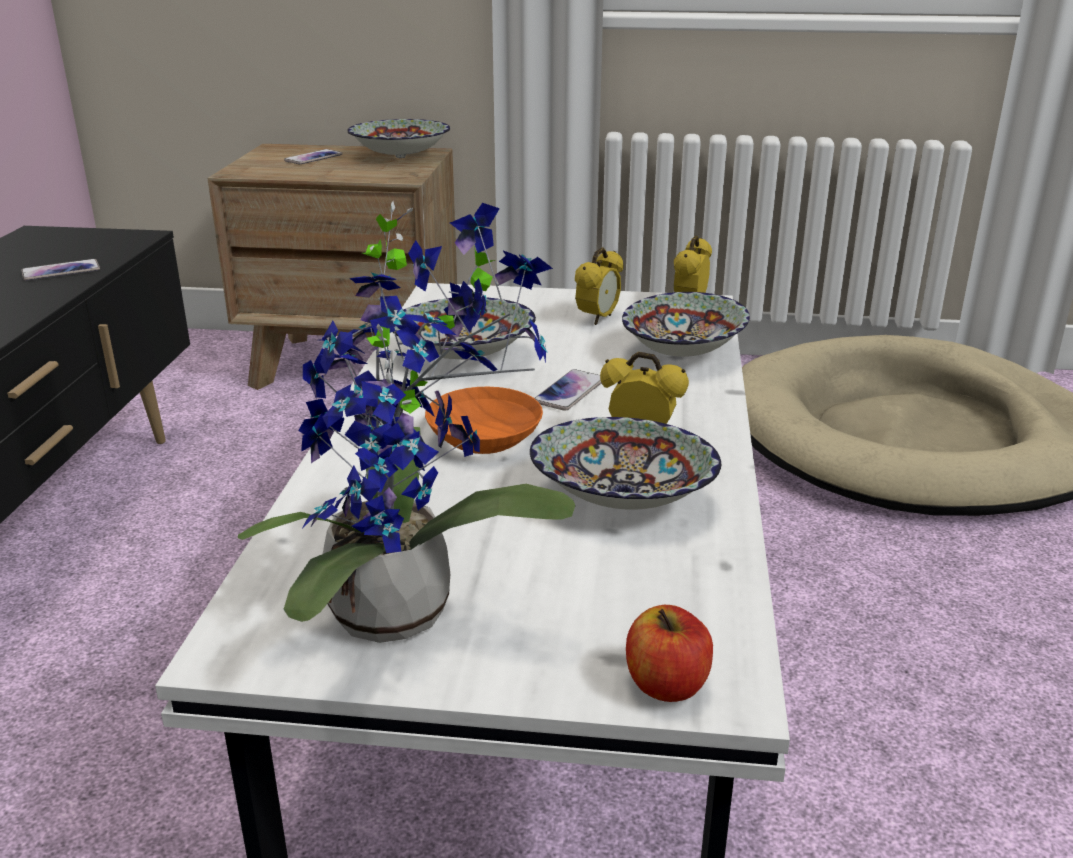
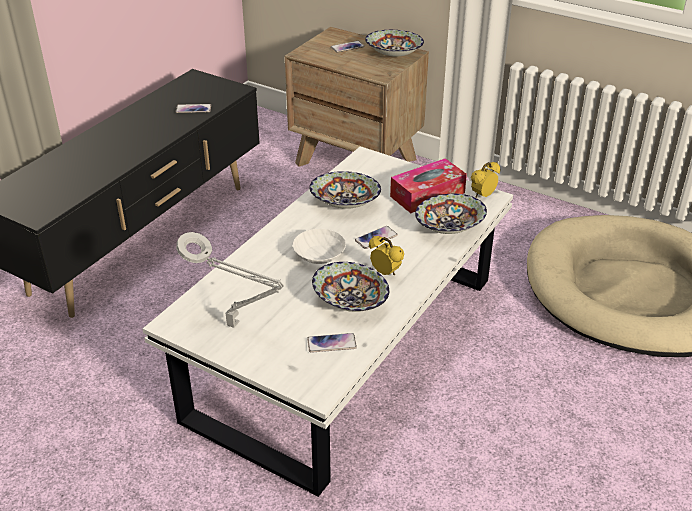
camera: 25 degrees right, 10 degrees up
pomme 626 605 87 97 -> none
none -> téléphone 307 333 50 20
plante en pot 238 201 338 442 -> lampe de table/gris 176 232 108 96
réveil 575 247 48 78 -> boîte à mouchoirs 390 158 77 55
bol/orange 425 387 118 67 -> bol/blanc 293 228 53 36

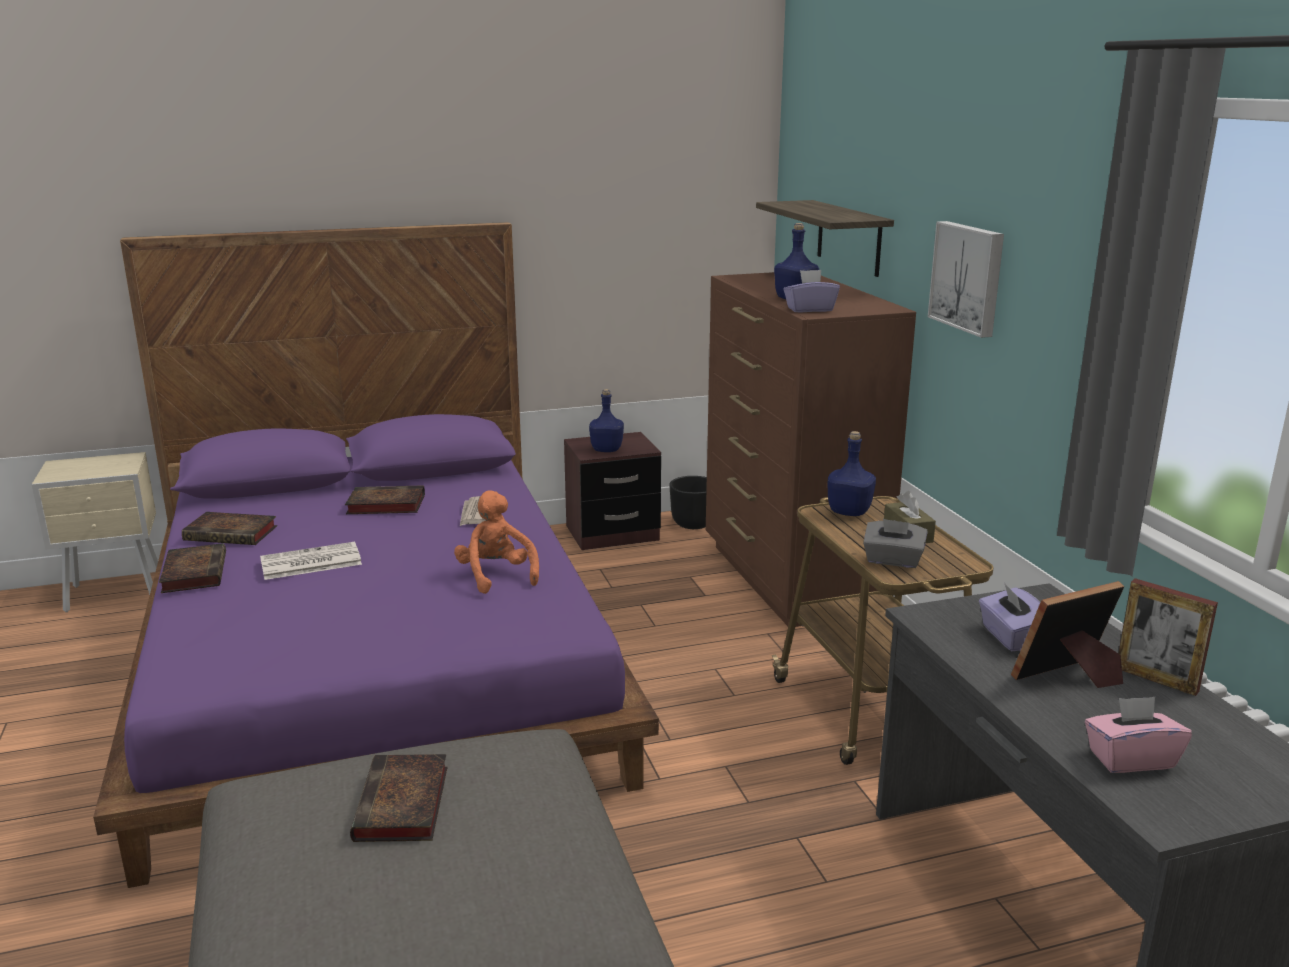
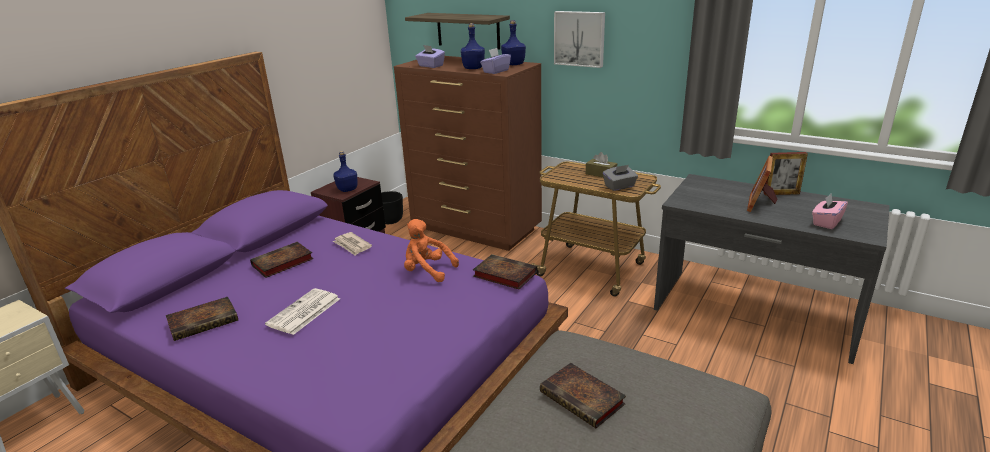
camera: 40 degrees left, 5 degrees up
livre 159 543 67 50 -> livre 473 254 64 35, shifted
bouteille/bleu 827 431 49 85 -> bouteille/bleu 501 20 25 45, shifted
boîte à mouchoirs/violet 979 582 61 69 -> boîte à mouchoirs/violet 415 45 30 23, shifted

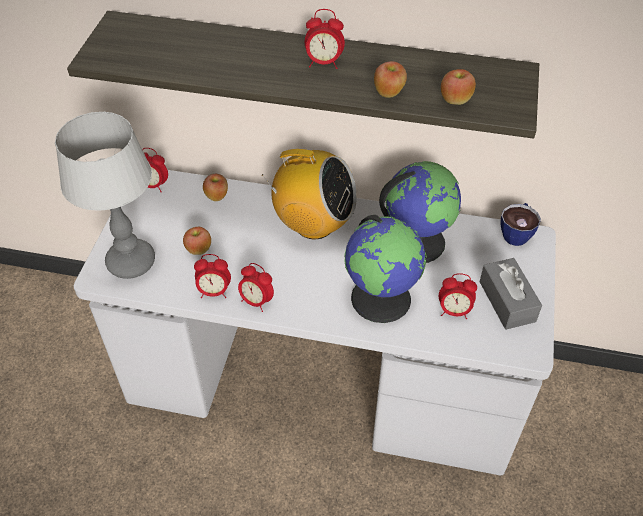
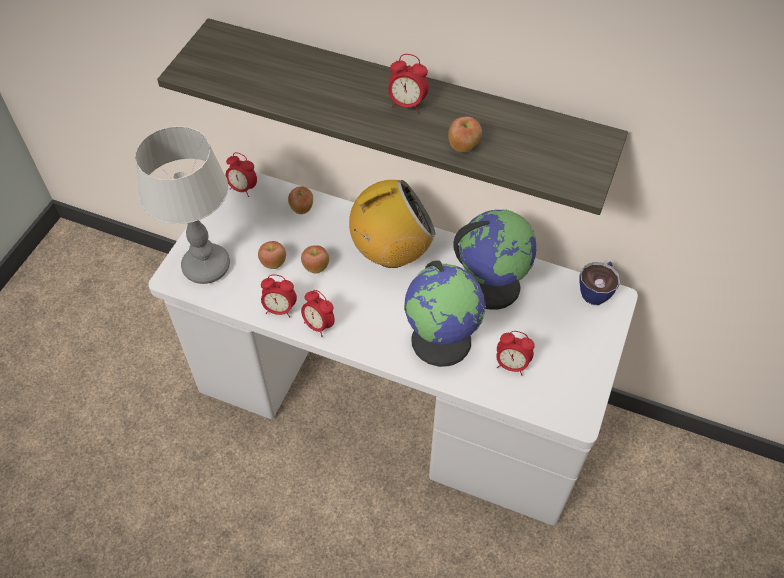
camera: 10 degrees right, 5 degrees up
boîte à mouchoirs/gris 480 258 62 72 -> none
pomme 441 69 35 36 -> pomme 301 245 28 28, shifted
radio 261 149 96 90 -> radio 349 180 87 88, 45 degrees counterclockwise

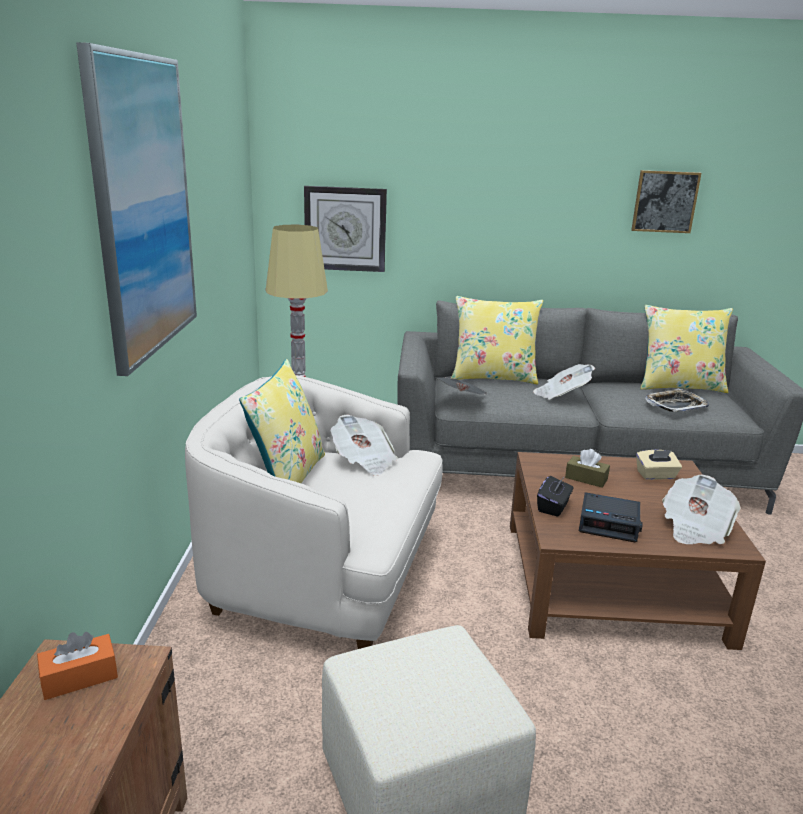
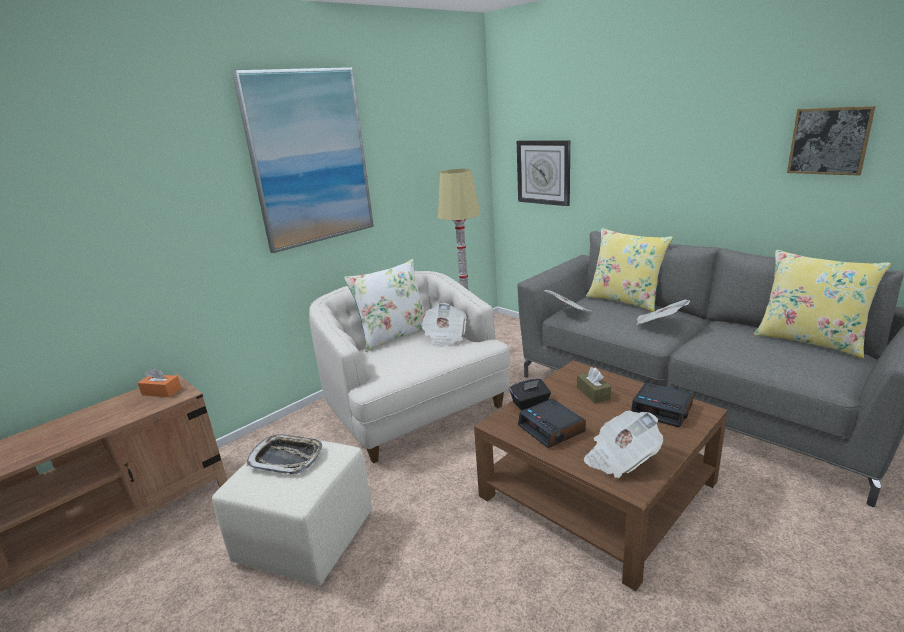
camera: 45 degrees right, 0 degrees up
plateau 645 389 64 23 -> plateau 246 434 76 40, shifted
boîte à mouchoirs/beige 636 450 46 30 -> réveil 631 382 63 45
coussin/jaune 239 359 86 124 -> coussin/blanc 344 259 82 93

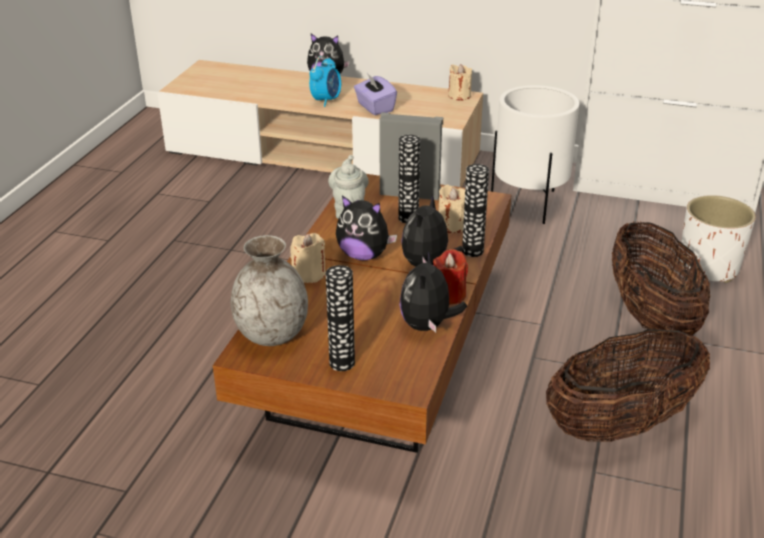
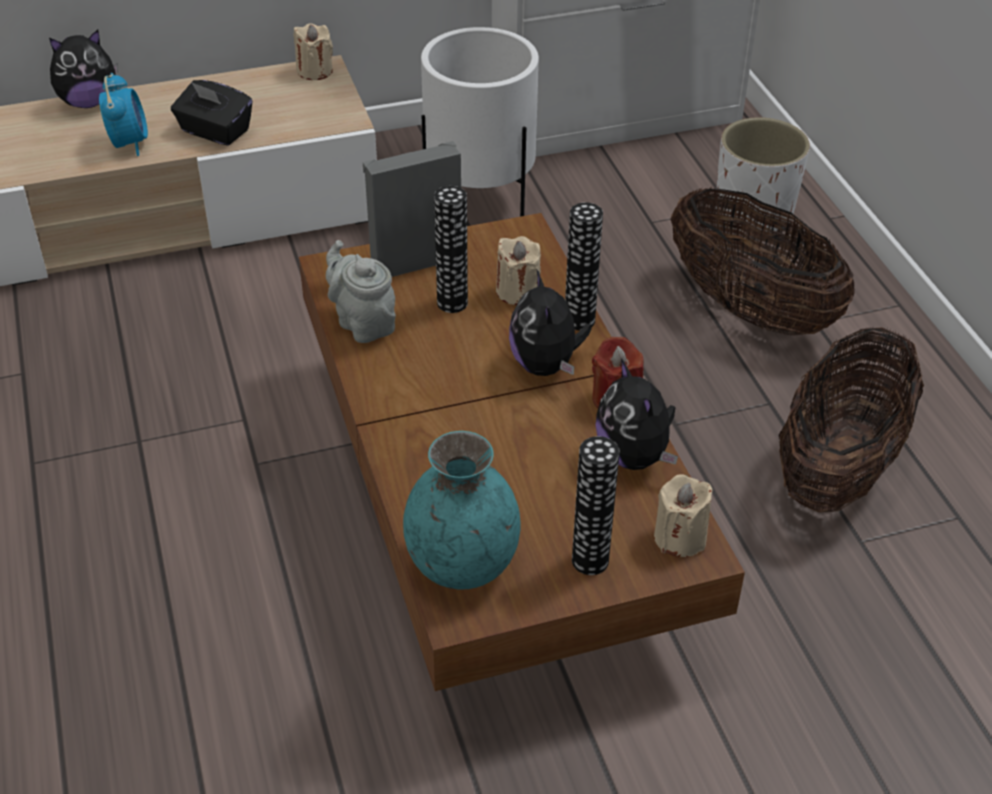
camera: 35 degrees left, 10 degrees up
peluche 336 195 61 66 -> none
bougie/beige 290 233 35 50 -> bougie/beige 654 474 59 83, shifted
vase/gris 231 235 77 111 -> vase/turquoise 403 431 118 158
boîte à mouchoirs/violet 354 73 43 42 -> boîte à mouchoirs/noir 171 80 82 66

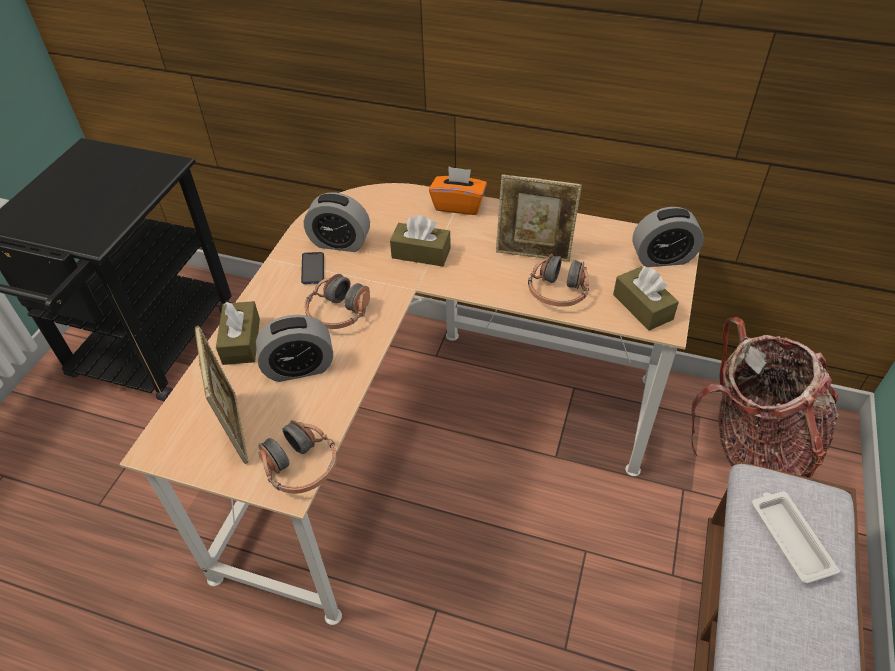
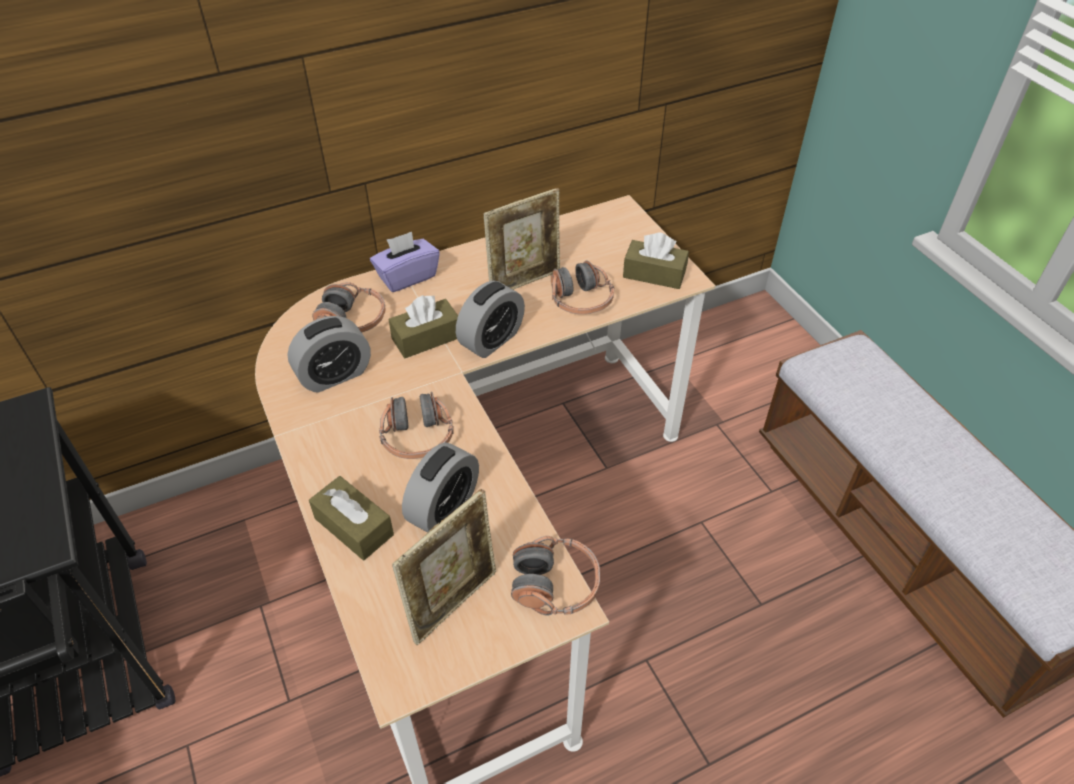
camera: 45 degrees left, 0 degrees up
téléphone 301 252 23 32 -> none
sac à dos 691 317 148 161 -> none
plateau/blanc 752 491 88 93 -> none
none -> casque audio 312 282 73 51
réveil 632 207 72 60 -> réveil 456 281 69 77, shifted
boîte à mouchoirs/orange 429 166 58 49 -> boîte à mouchoirs/violet 370 232 70 60
cadre photo 195 326 54 138 -> cadre photo 392 489 104 156, 105 degrees clockwise

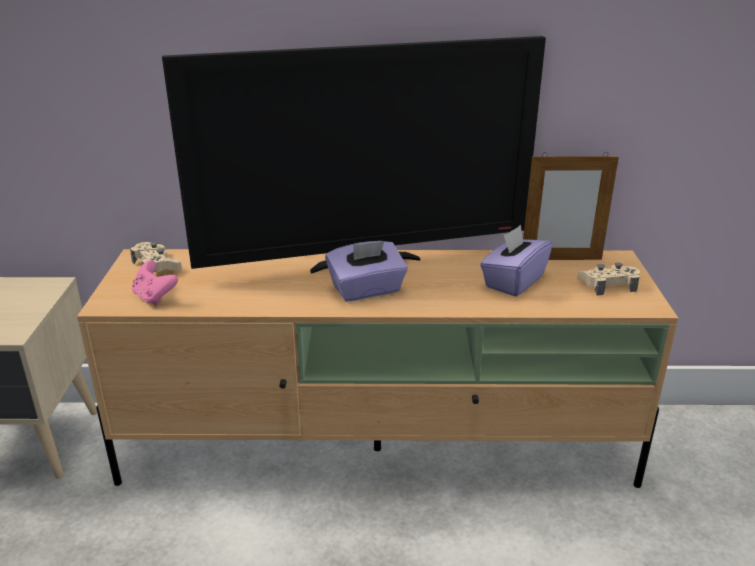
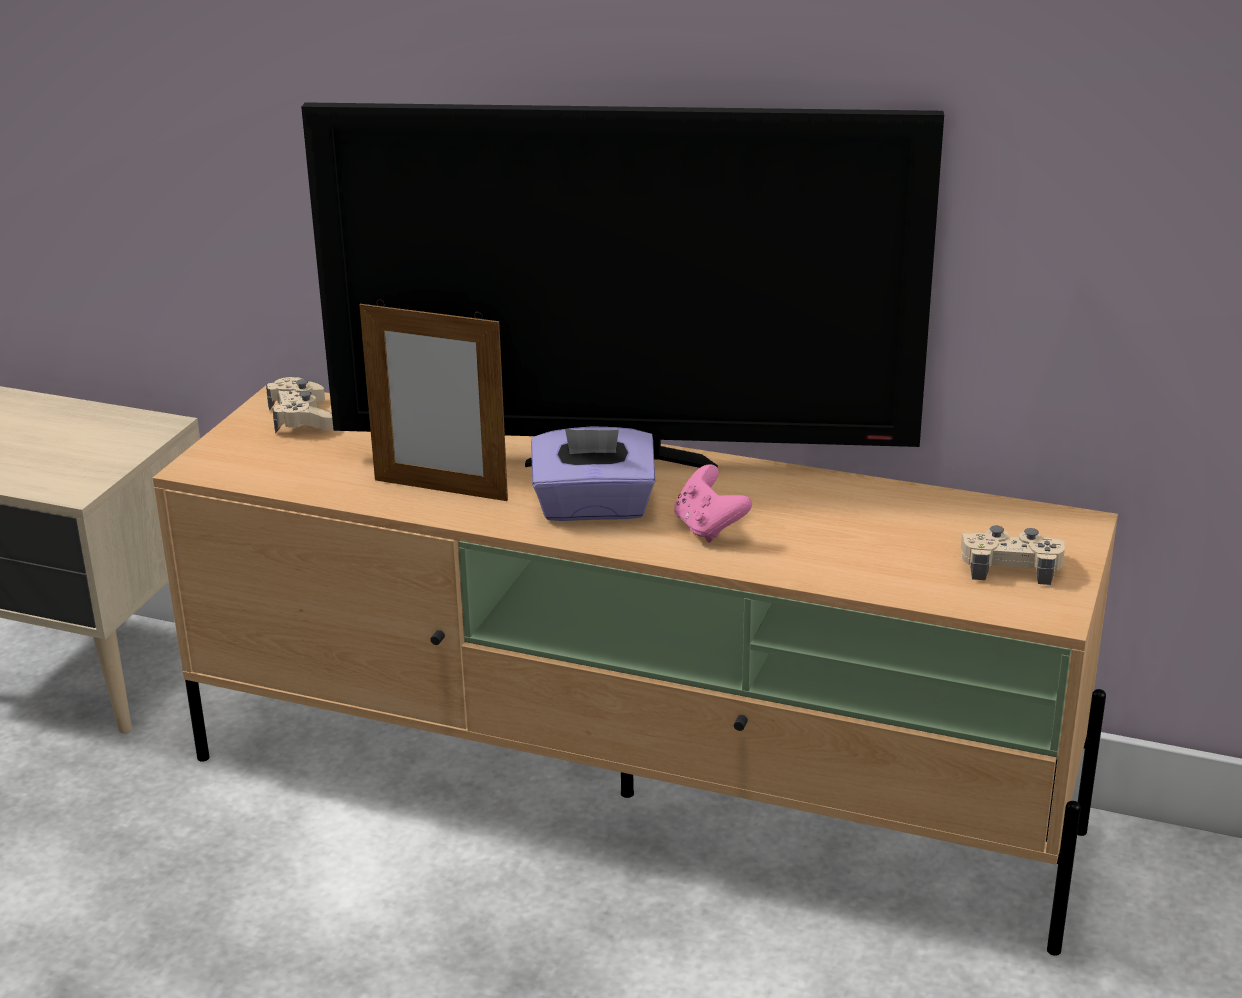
camera: 20 degrees right, 0 degrees up
boîte à mouchoirs/violet 480 225 73 72 -> none
manette/rose 132 260 46 46 -> manette/rose 674 465 78 78, shifted
cadre photo 523 152 96 108 -> cadre photo 359 299 149 202, shifted

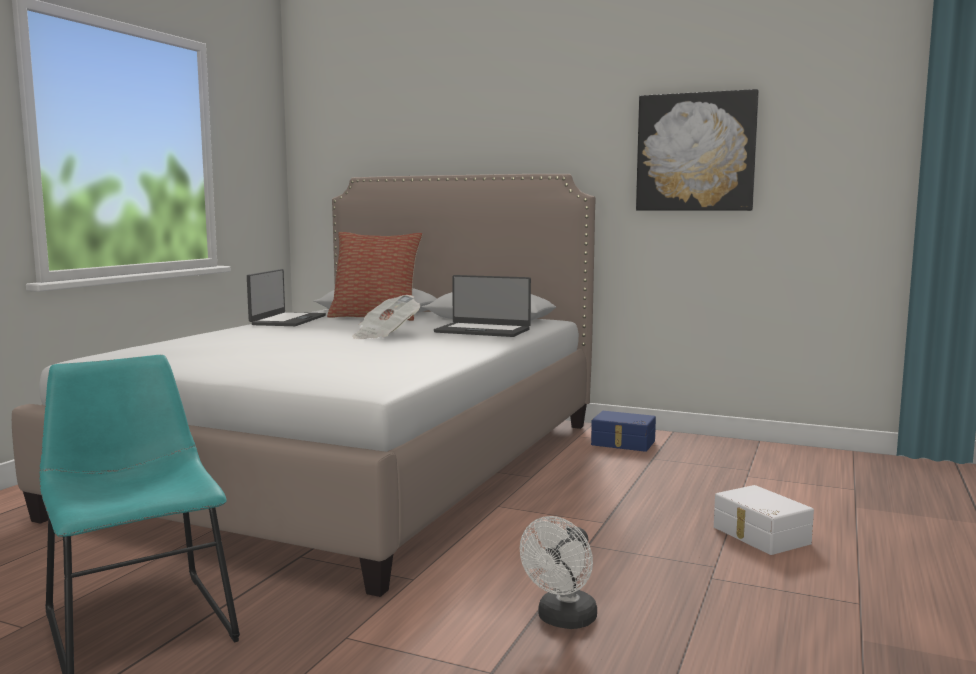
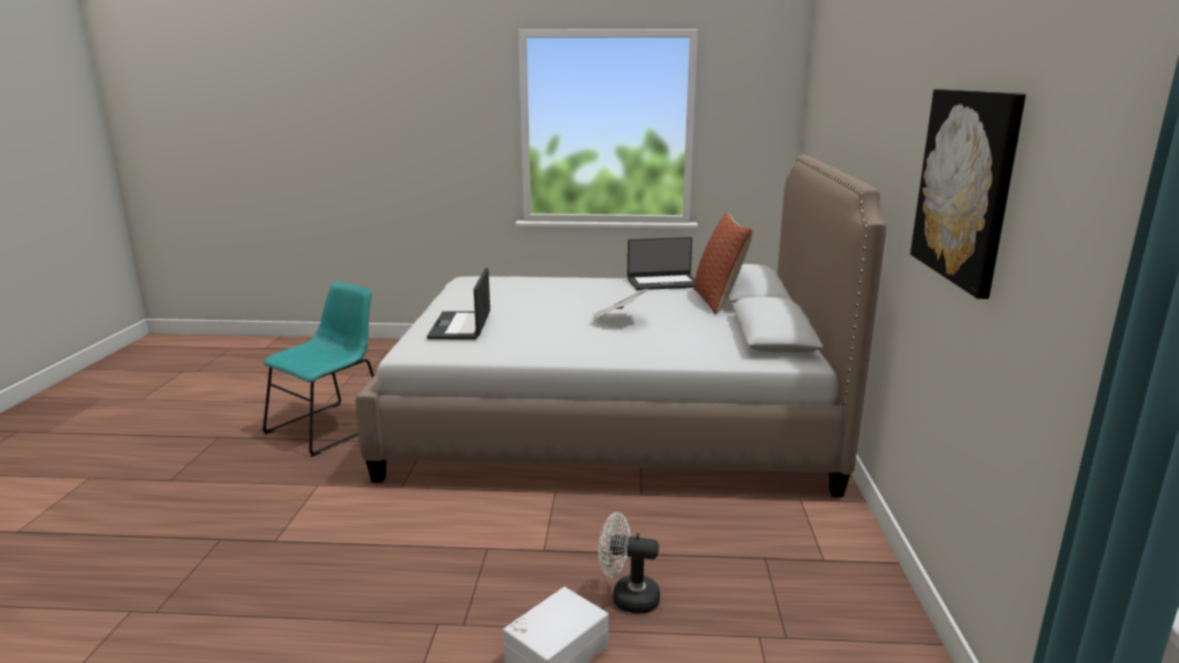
camera: 70 degrees right, 10 degrees up
boîte de rangement/bleu 591 411 65 41 -> none
ordinateur portable 434 275 97 62 -> ordinateur portable 427 268 63 71, shifted
ventilateur/blanc 520 516 77 113 -> ventilateur/blanc 598 512 62 102, shifted

